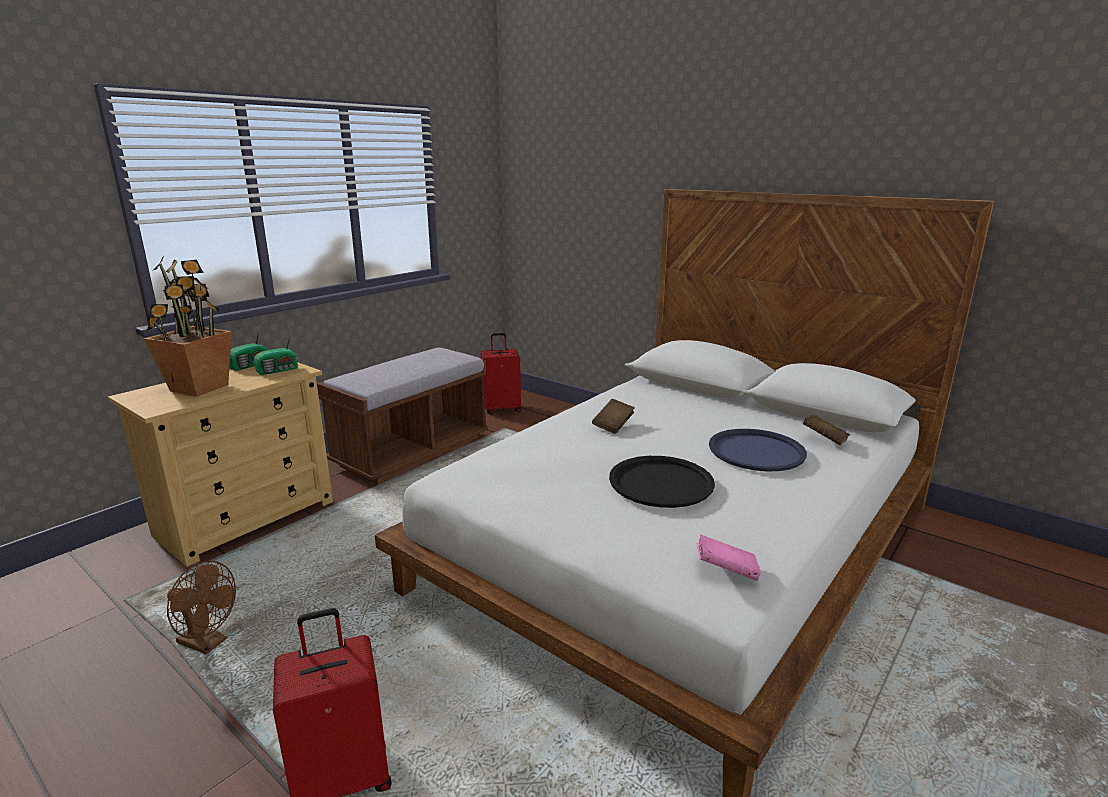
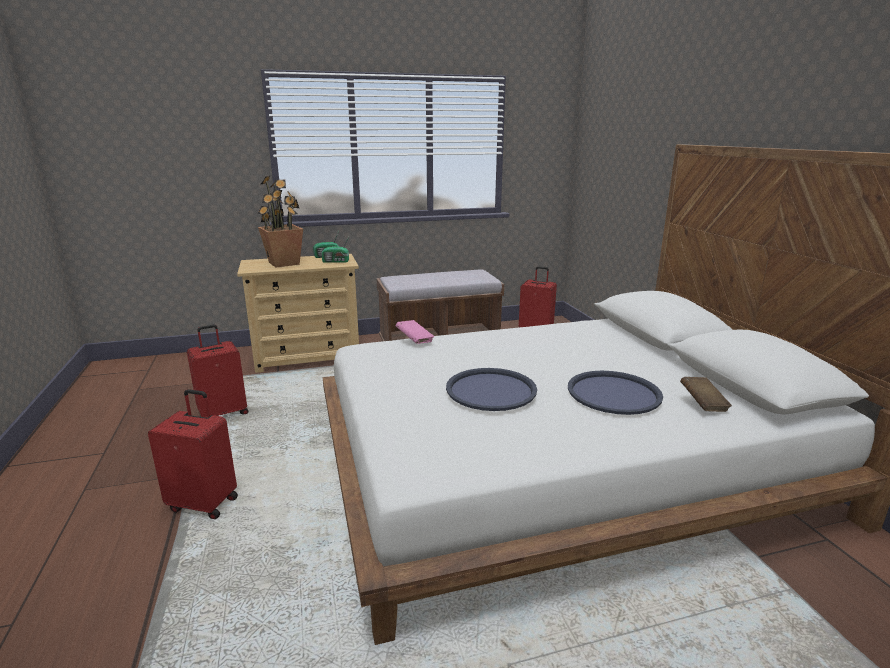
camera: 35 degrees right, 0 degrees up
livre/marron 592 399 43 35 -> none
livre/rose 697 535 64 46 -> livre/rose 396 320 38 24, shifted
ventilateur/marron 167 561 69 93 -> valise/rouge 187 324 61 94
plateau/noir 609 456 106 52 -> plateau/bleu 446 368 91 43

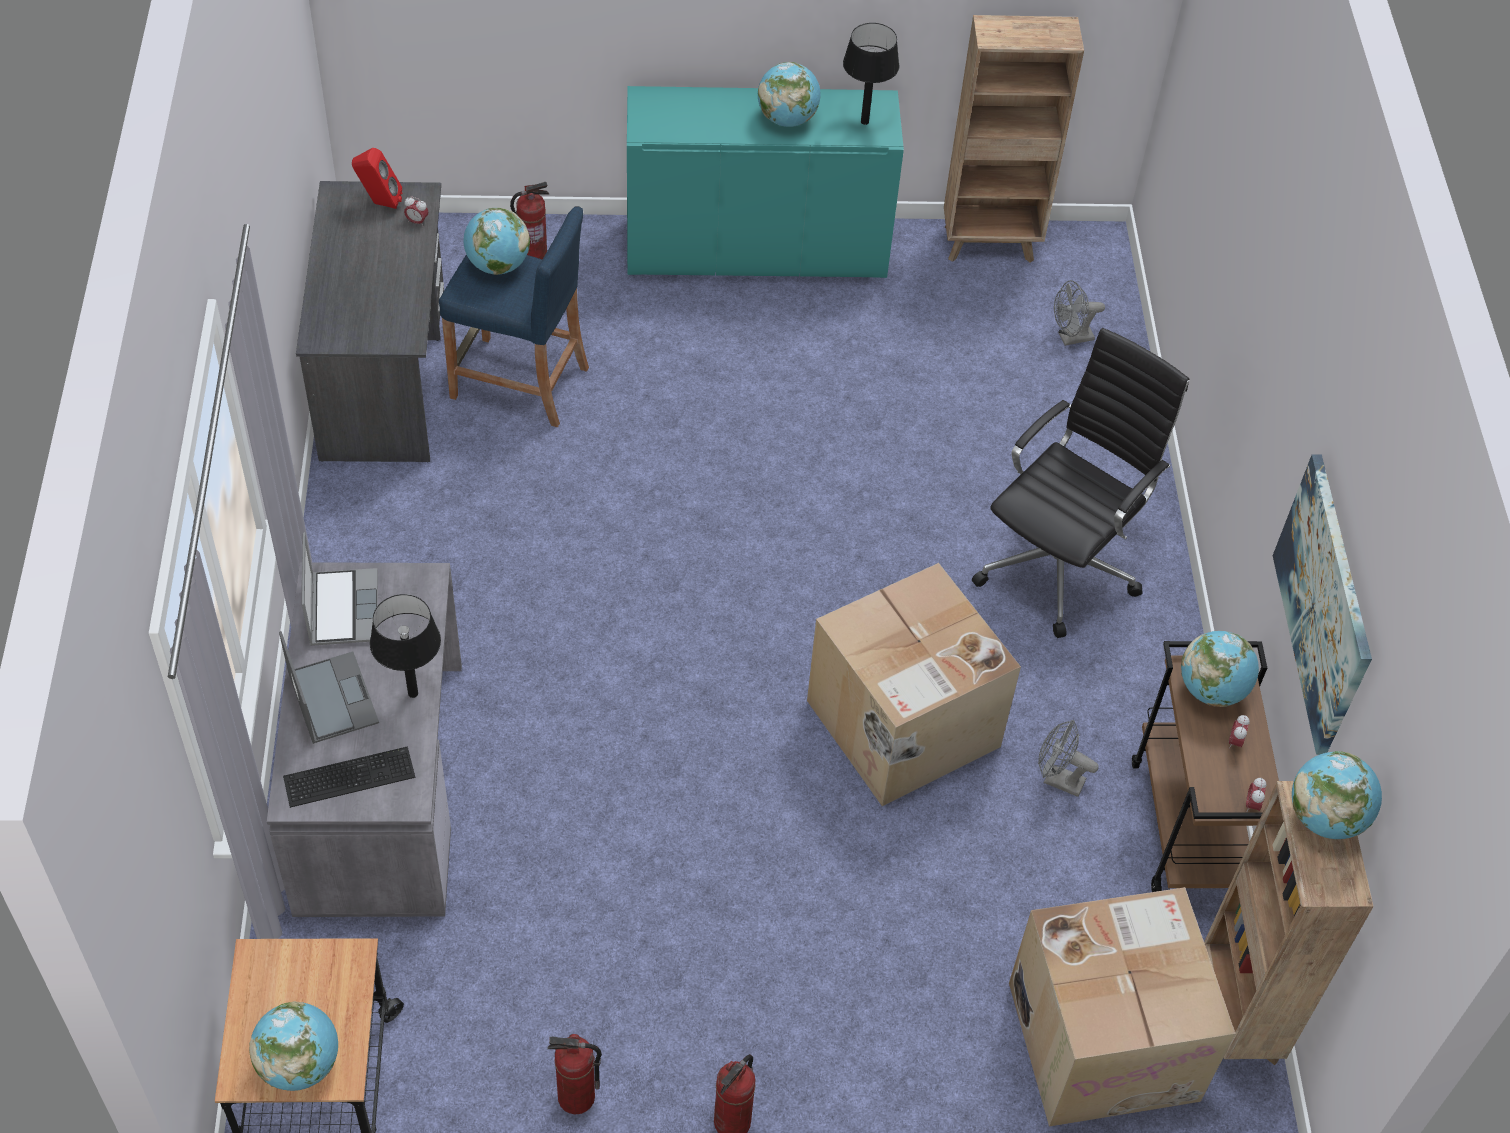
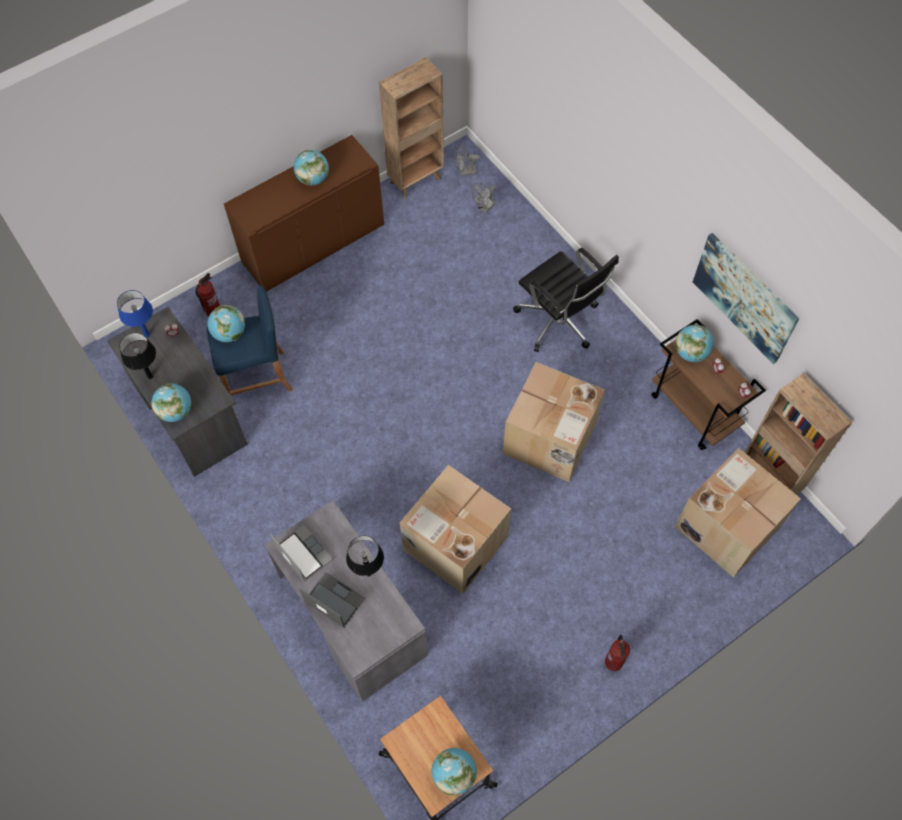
camera: 30 degrees left, 10 degrees up
clavier 283 747 132 61 -> none
extincteur 548 1034 54 81 -> none
none -> carton 400 465 111 129
lampe de table/noir 843 23 56 102 -> lampe de table/noir 119 333 37 46, shifted
ventilateur/gris 1038 720 61 77 -> ventilateur/gris 454 143 26 33, shifted
globe 1292 751 90 88 -> globe 151 383 40 39, shifted
enceinte/rouge 352 148 50 61 -> lampe de table/bleu 117 290 36 48
meuble de rangement/turquoise 627 86 277 192 -> meuble de rangement/marron 224 135 160 157
chaise de bureau/noir 972 328 218 310 -> chaise de bureau/noir 513 248 106 104, 135 degrees clockwise

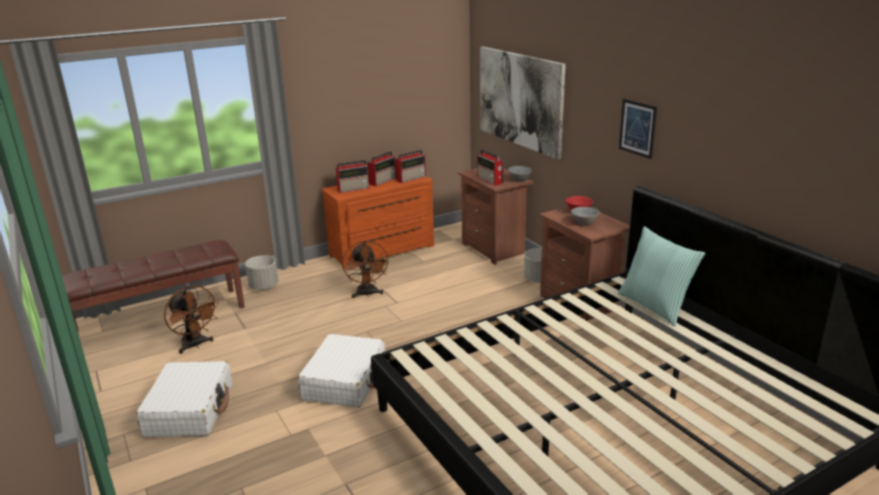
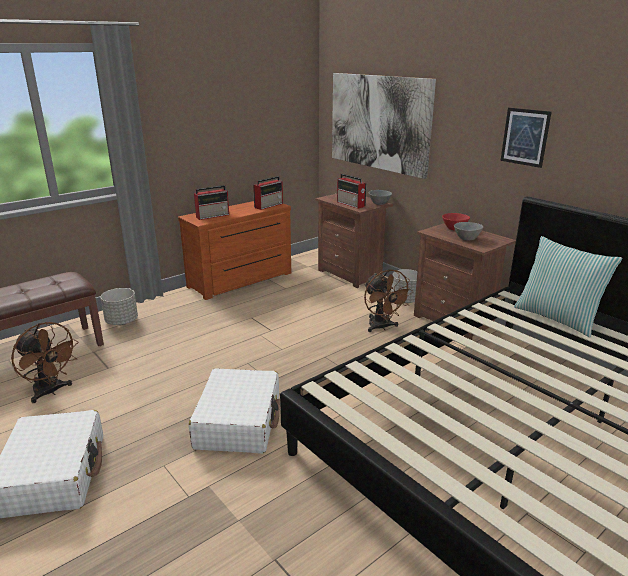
camera: 10 degrees left, 0 degrees up
radio 367 151 29 35 -> none
ventilateur/marron 342 241 47 57 -> ventilateur/marron 364 269 50 63, shifted

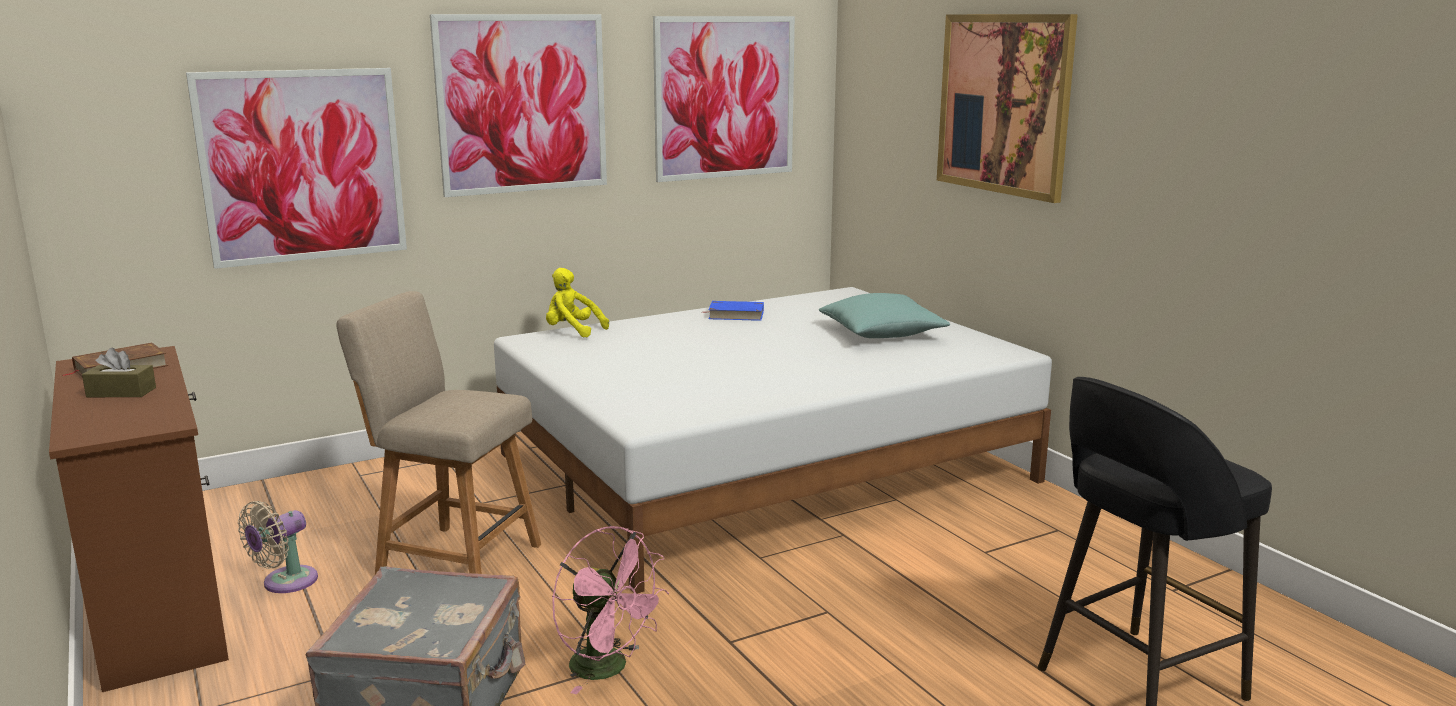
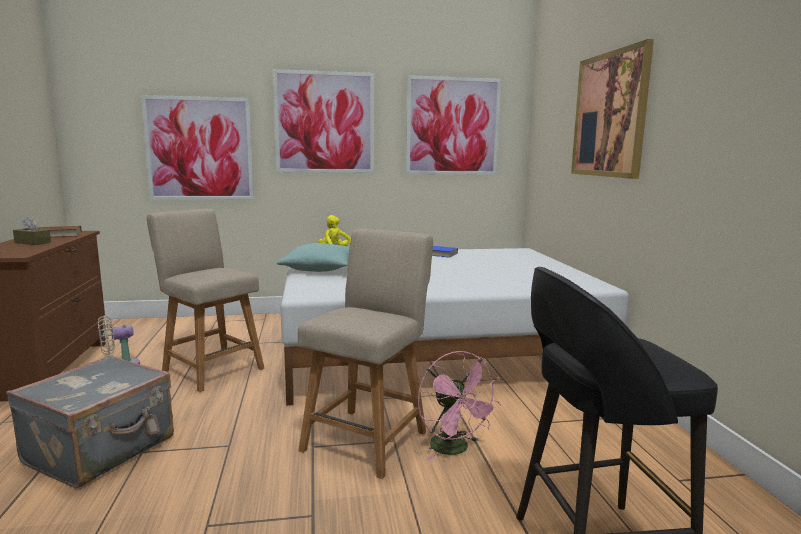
camera: 20 degrees right, 5 degrees down
none -> chaise/beige 298 228 135 251
ventilateur/rose 552 526 117 168 -> ventilateur/rose 418 351 83 110, shifted
coussin/turquoise 819 293 131 45 -> coussin/turquoise 277 243 73 29, shifted

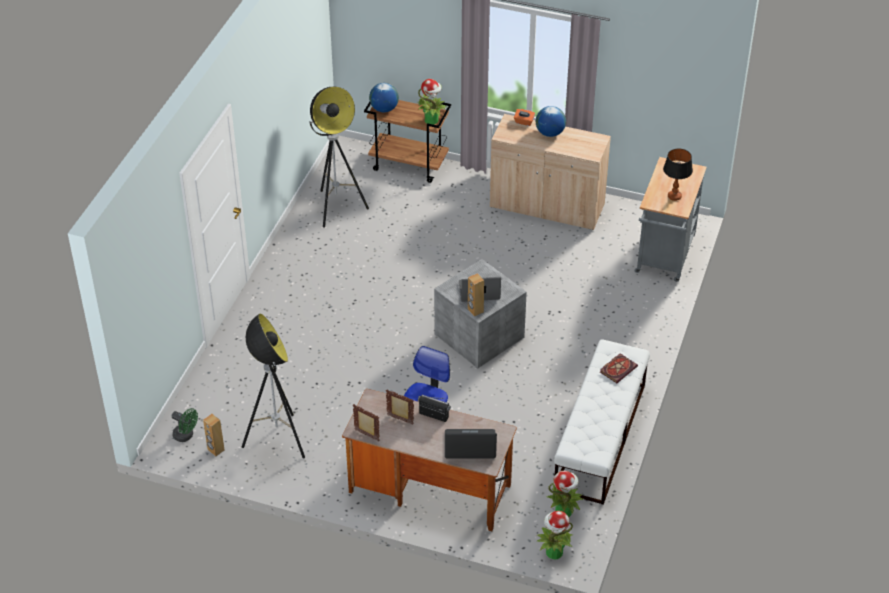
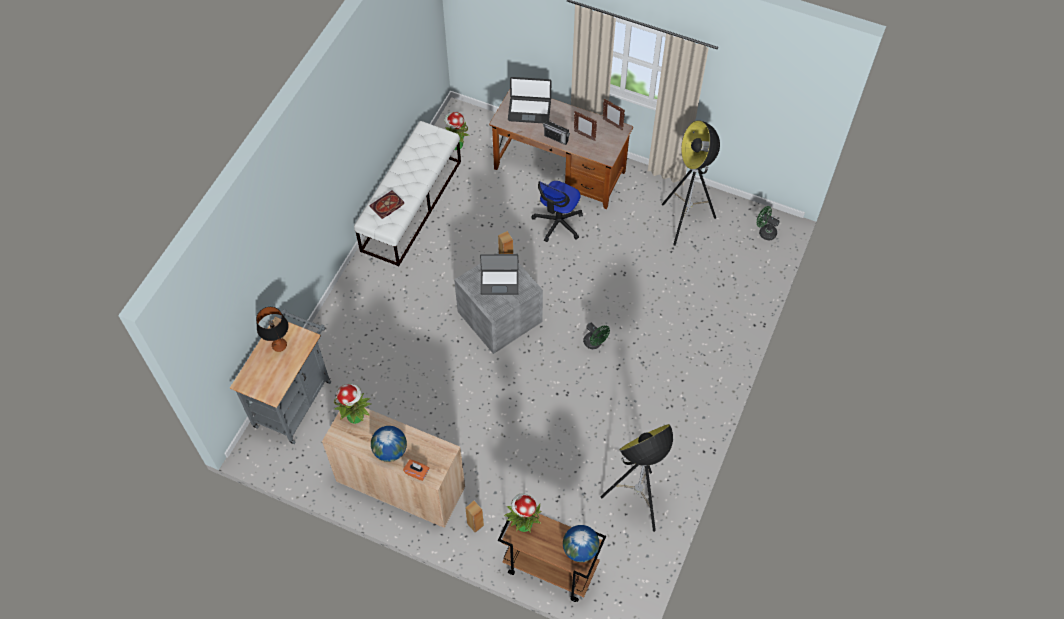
camera: 175 degrees left, 15 degrees up
none -> ventilateur/vert 583 323 27 26
enceinte/marron 203 414 22 42 -> enceinte/marron 465 501 19 32, shifted
plante en pot 536 511 37 49 -> plante en pot 334 384 37 40, shifted

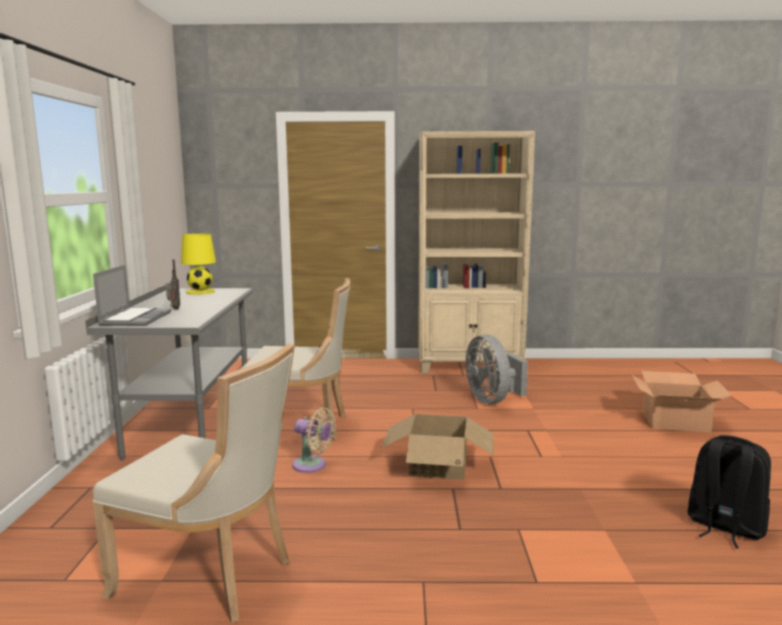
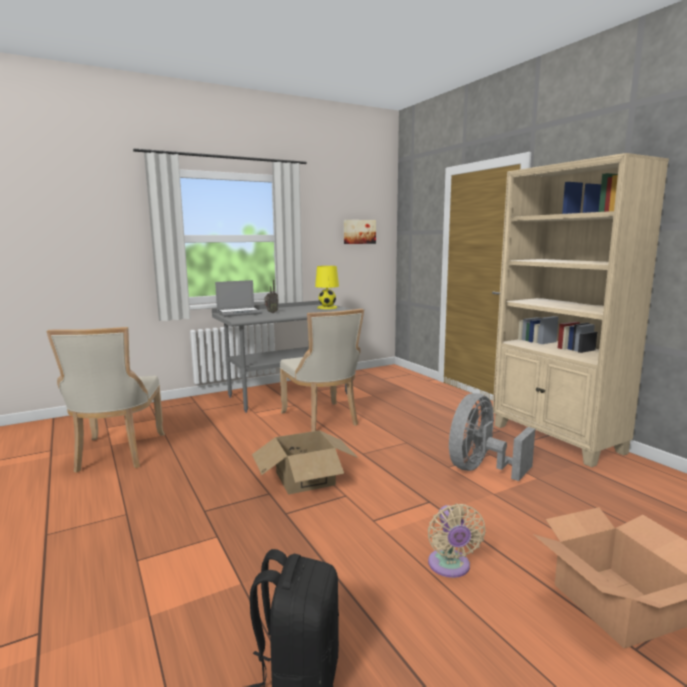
camera: 60 degrees right, 0 degrees up
none -> tableau 344 220 32 24
ventilateur/beige 292 407 44 66 -> ventilateur/beige 428 504 58 74, shifted

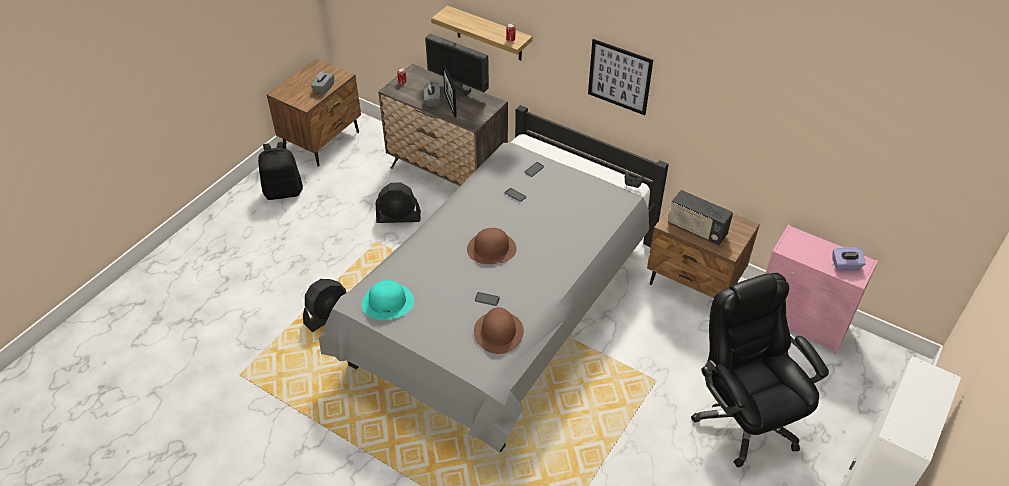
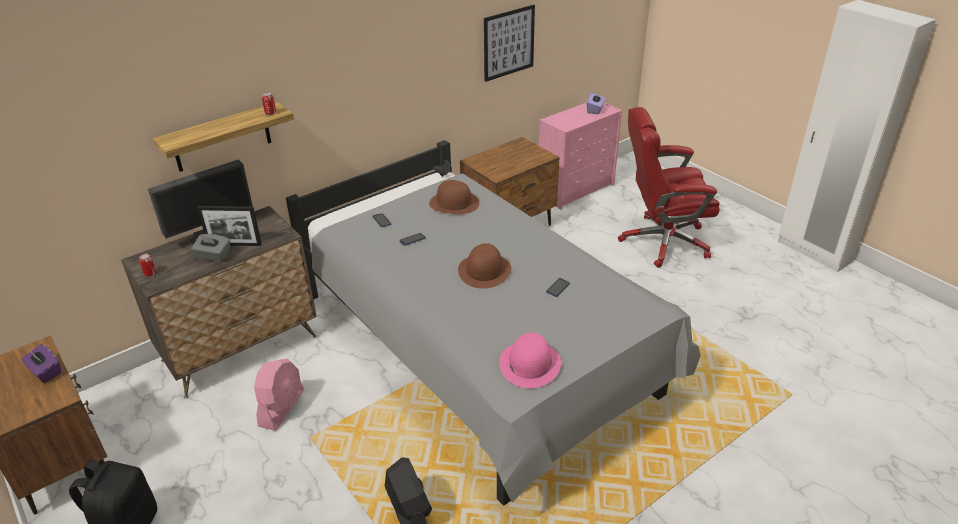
camera: 70 degrees left, 10 degrees down
radio 668 190 65 55 -> none
chapeau/marron 474 307 50 47 -> chapeau/marron 429 180 50 34, shifted
tableau 588 39 65 76 -> tableau 484 5 51 77, shifted
boîte à mouchoirs/gris 311 71 23 23 -> boîte à mouchoirs/violet 21 344 40 39
chapeau/turquoise 361 280 53 40 -> chapeau/rose 499 332 62 56
ventilateur/noir 376 183 45 40 -> ventilateur/rose 254 358 50 73
chaise de bureau/noir 691 273 138 194 -> chaise de bureau/rouge 618 107 102 161

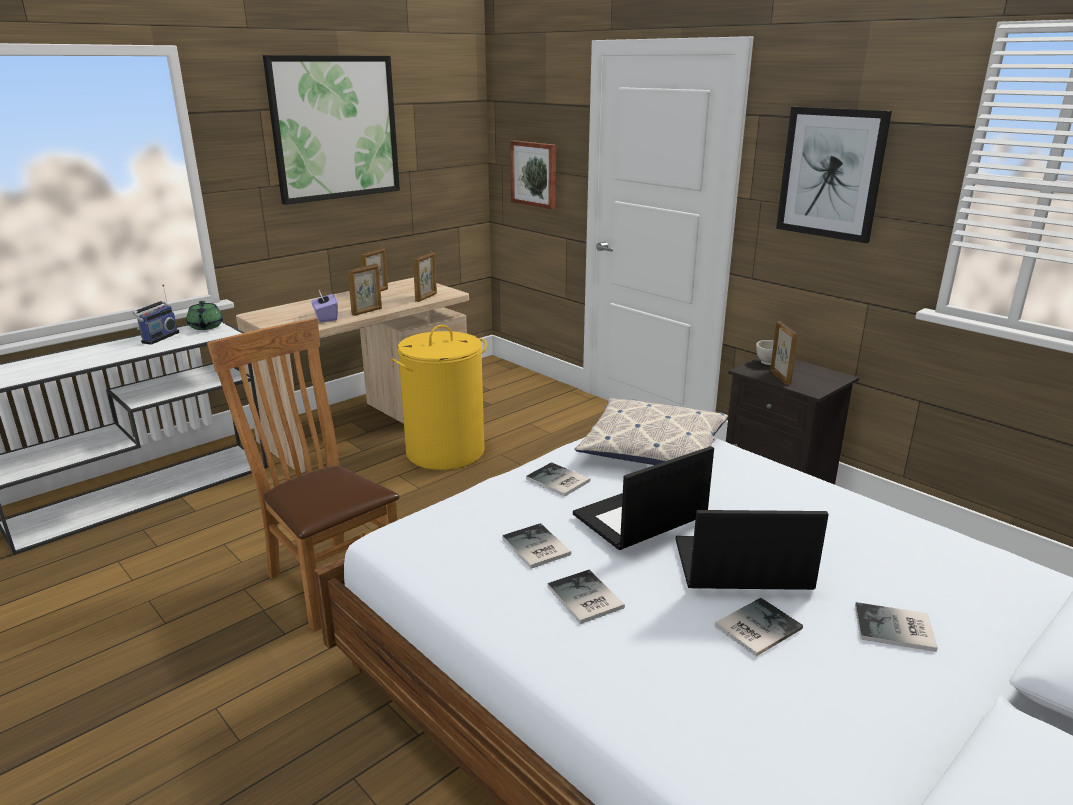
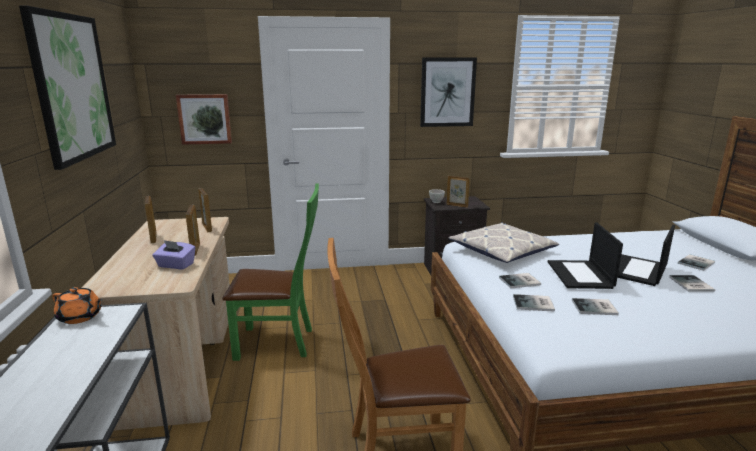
camera: 55 degrees left, 5 degrees down
radio 133 284 46 61 -> none
livre 547 569 78 55 -> livre 513 294 42 18, shifted
panier à linge/jaune 392 325 95 145 -> chaise/vert 222 183 97 178
théière/vert 187 301 36 29 -> théière/orange 52 287 51 37

